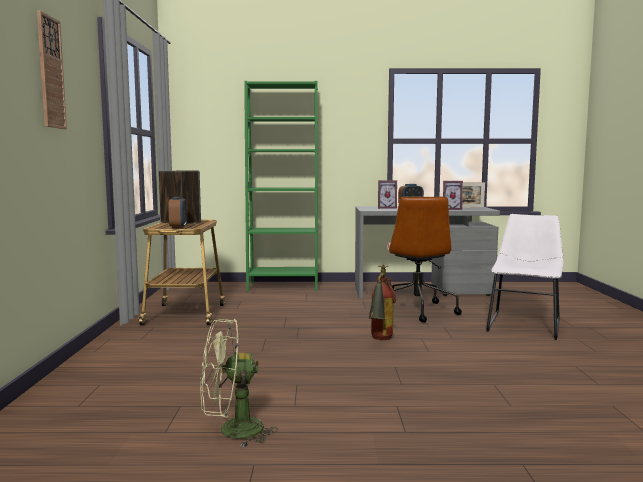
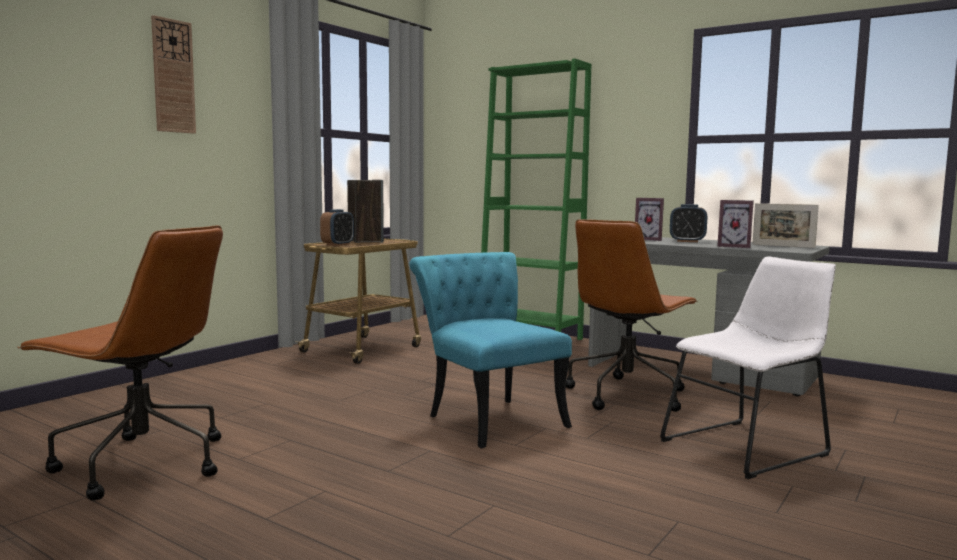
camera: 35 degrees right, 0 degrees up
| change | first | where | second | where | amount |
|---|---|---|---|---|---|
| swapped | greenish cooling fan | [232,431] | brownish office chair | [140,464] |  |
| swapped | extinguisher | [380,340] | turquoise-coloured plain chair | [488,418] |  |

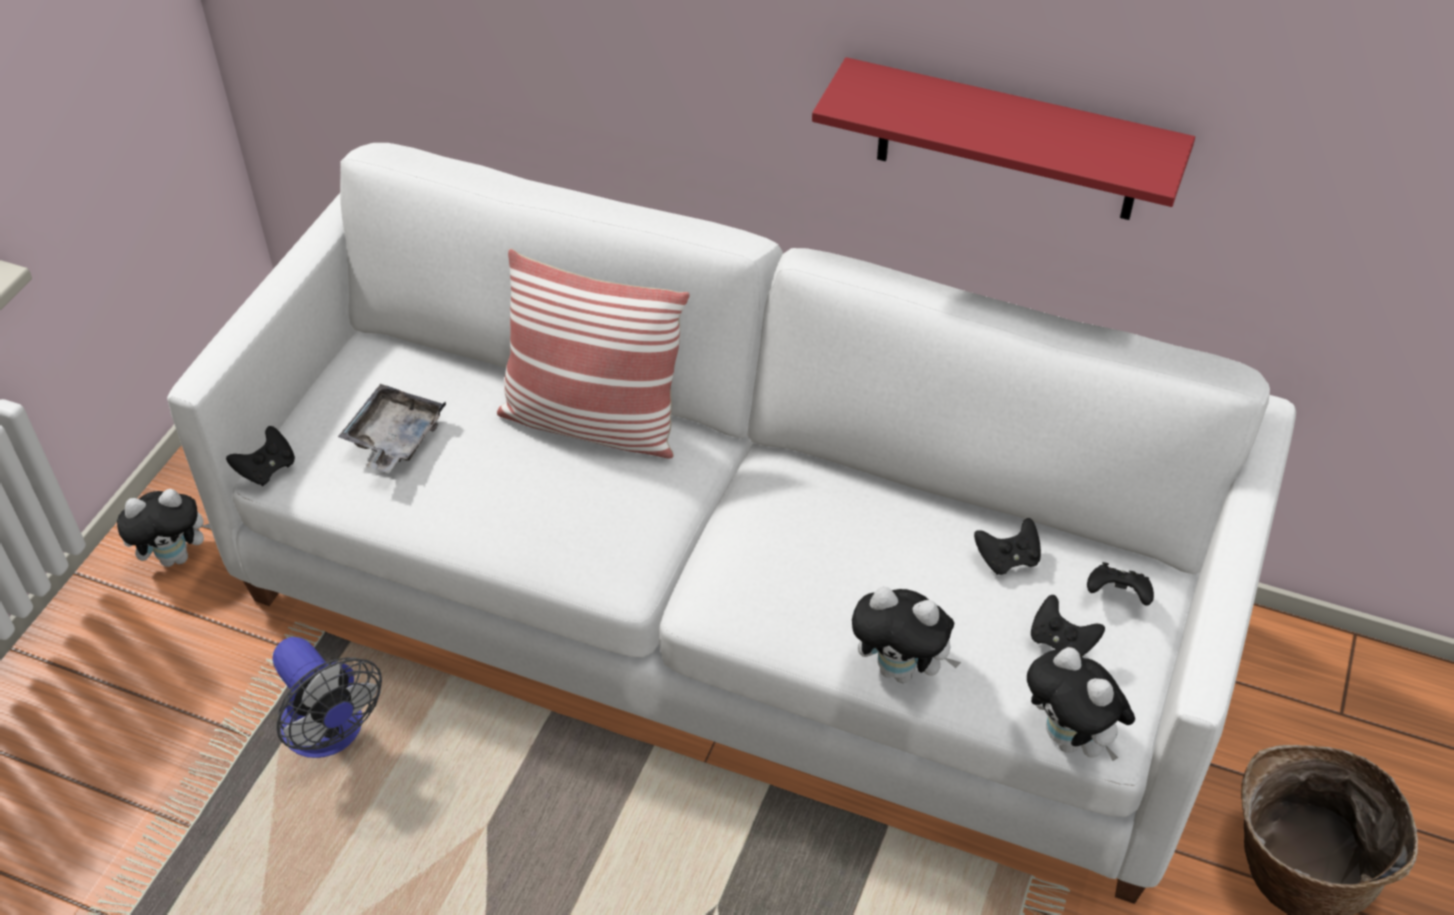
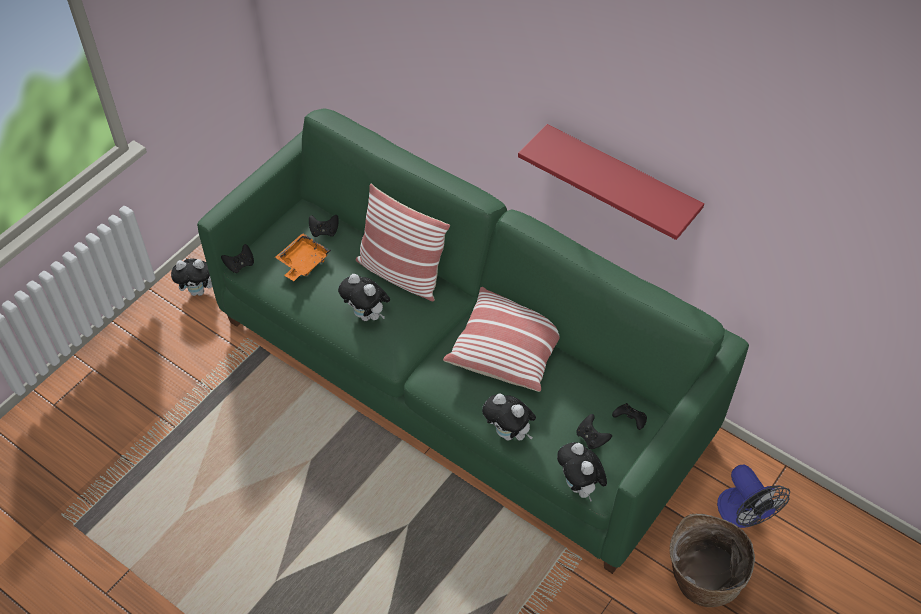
camera: 15 degrees right, 5 degrees up
| change | first | where | second | where | amount |
|---|---|---|---|---|---|
| new |  |  | soft toy | [367,315] |  |
| new |  |  | throw pillow | [507,349] |  |
| shifted | cooling fan | [330,734] |  | [743,515] |  |
| shifted | black gamepad | [1007,559] |  | [324,231] |  |
| repainted | whitish settee | [730,607] | greenish settee | [462,377] |  |
| repainted | gray serving tray | [394,438] | orange-coloured serving tray | [302,262] |  |

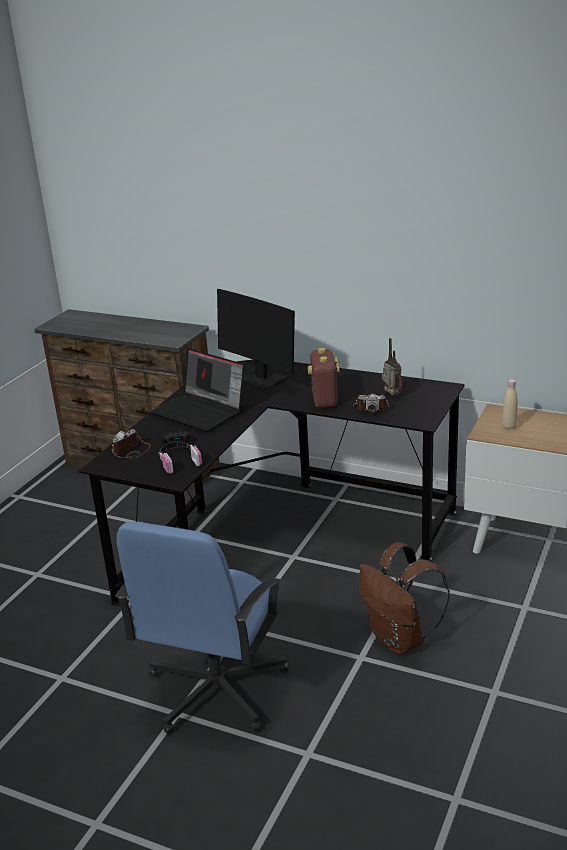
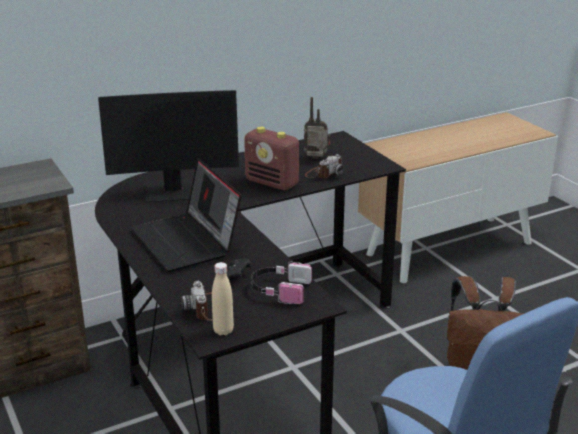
camera: 55 degrees left, 0 degrees up
| change | first | where | second | where | amount |
|---|---|---|---|---|---|
| shifted | sand-coloured bottle | [509,427] |  | [223,331] |  |
| rotated | notebook computer | [201,411] |  | [187,242] | 75 degrees clockwise |

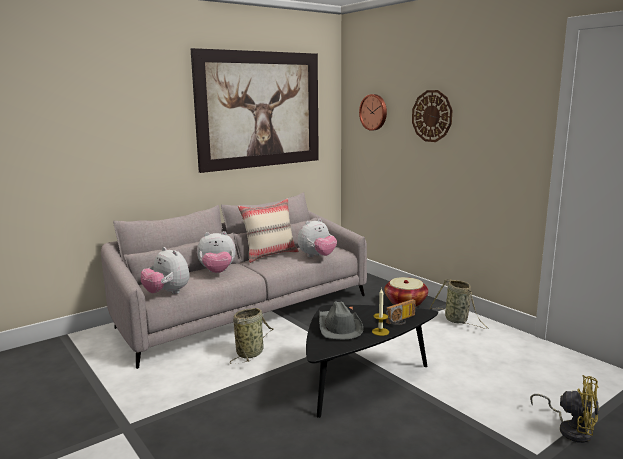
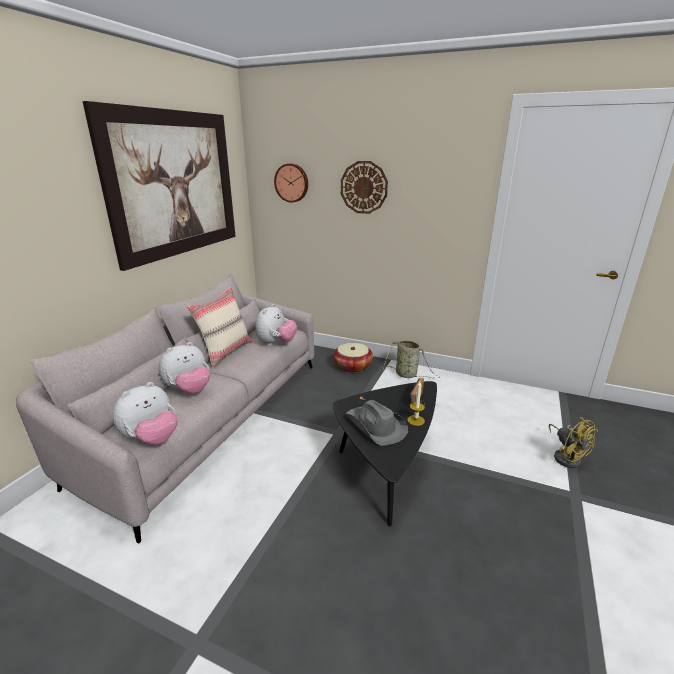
camera: 30 degrees left, 10 degrees up
| change | first | where | second | where | amount |
|---|---|---|---|---|---|
| gone | storage basket | [251,353] |  |  |  |
| rotated | soft toy | [167,293] |  | [152,439] | 60 degrees counterclockwise |
| rotated | yellow cooling fan | [570,429] |  | [566,456] | 60 degrees clockwise |

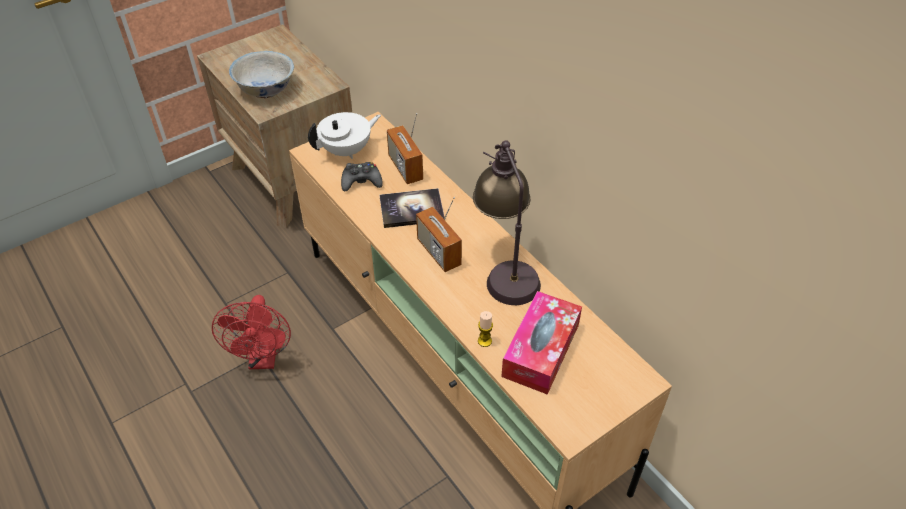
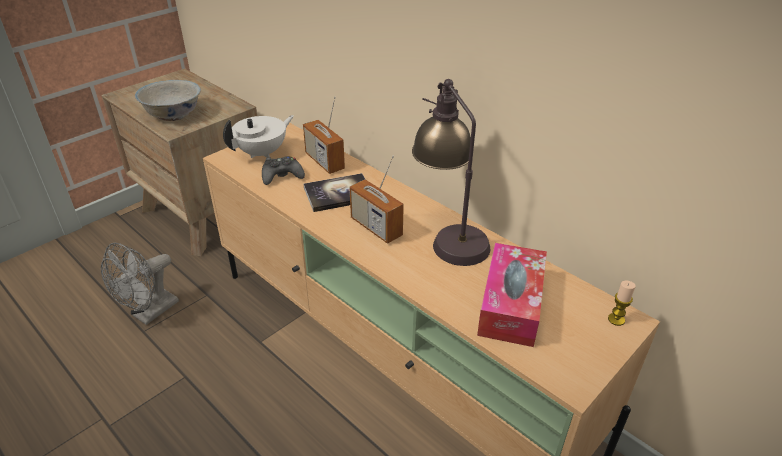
camera: 10 degrees left, 10 degrees down
| change | first | where | second | where | amount |
|---|---|---|---|---|---|
| gone | reddish cooling fan | [264,358] |  |  |  |
| new |  |  | gray cooling fan | [150,313] |  |
| shifted | wax candle | [484,341] |  | [616,319] |  |

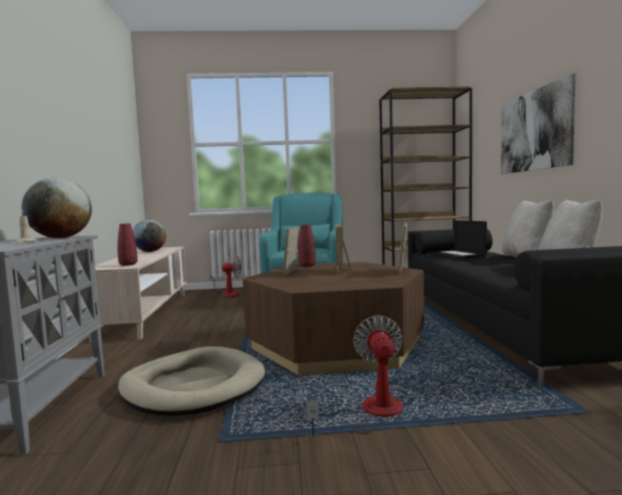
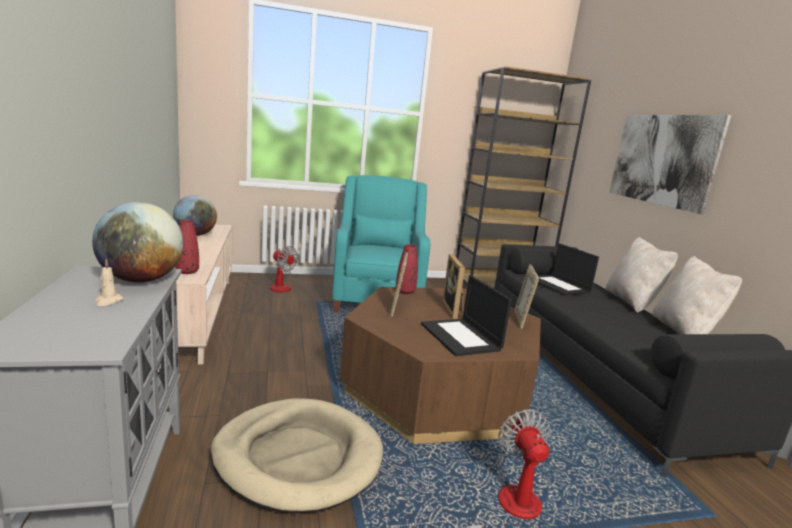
camera: 10 degrees left, 10 degrees up
| change | first | where | second | where | amount |
|---|---|---|---|---|---|
| new |  |  | notebook computer | [461,337] |  |
| rotated | cooling fan | [228,294] |  | [282,286] | 45 degrees clockwise |

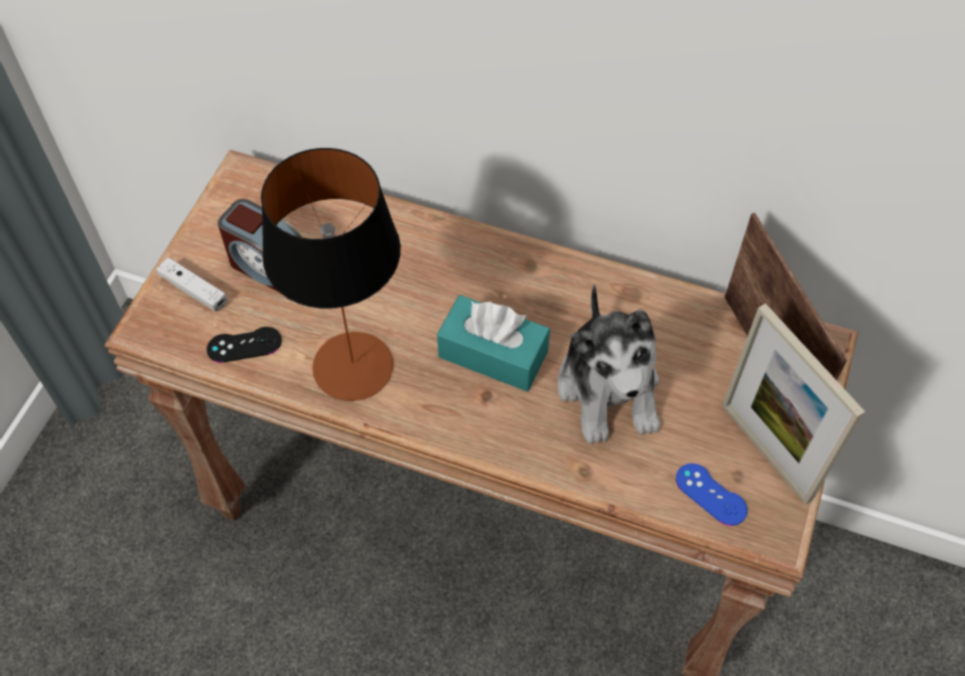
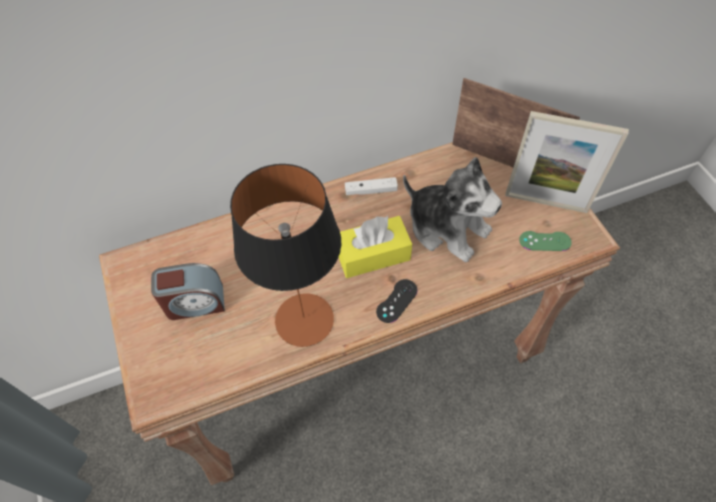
camera: 40 degrees left, 0 degrees up
| change | first | where | second | where | amount |
|---|---|---|---|---|---|
| shifted | whitish gamepad | [193,290] |  | [371,191] |  |
| shifted | black gamepad | [244,345] |  | [397,301] |  |
| repainted | turquoise-coloured tissue holder | [493,354] | yellow tissue holder | [373,254] |  |
| repainted | bluish gamepad | [711,494] | greenish gamepad | [545,241] |  |

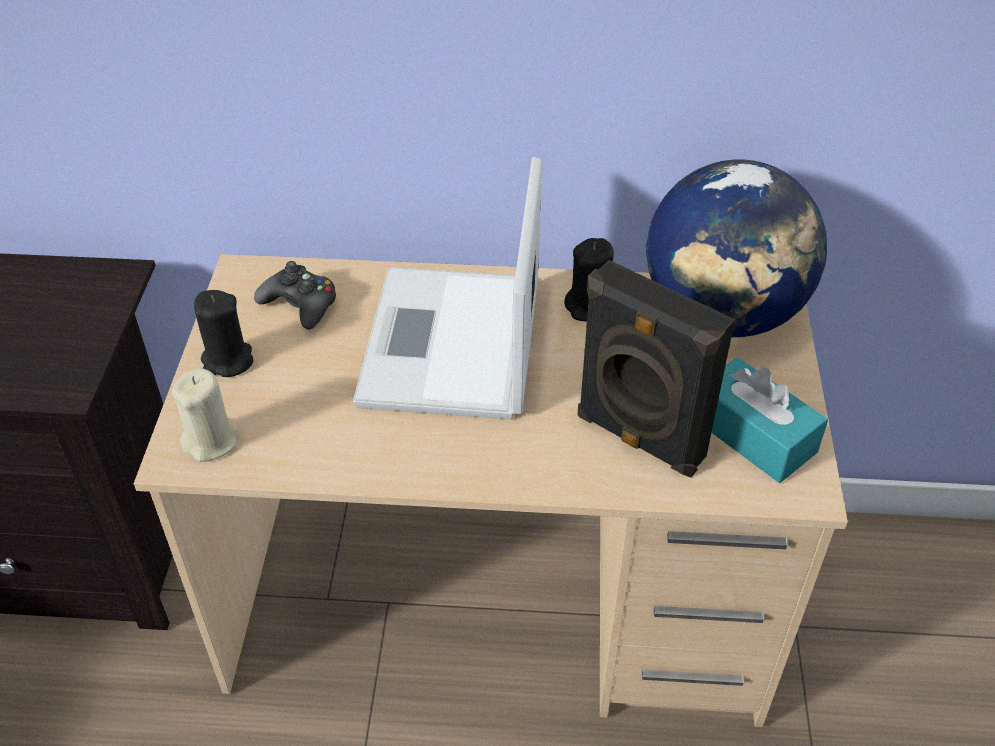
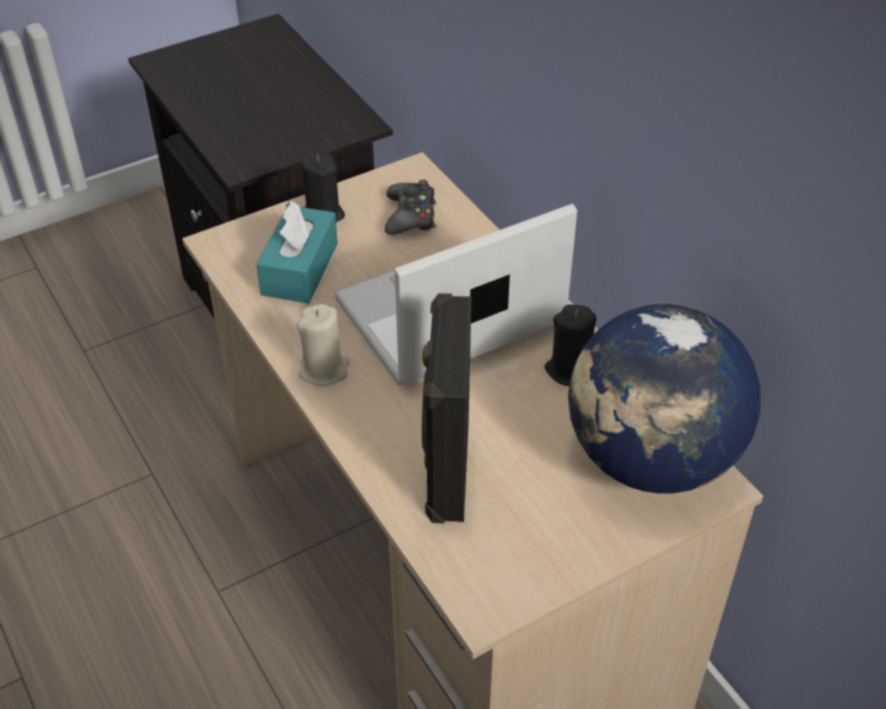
camera: 55 degrees right, 0 degrees up
| change | first | where | second | where | amount |
|---|---|---|---|---|---|
| shifted | sand-coloured wax candle | [211,441] |  | [324,370] |  |
| shifted | turquoise-coloured tissue holder | [753,435] |  | [300,269] |  |

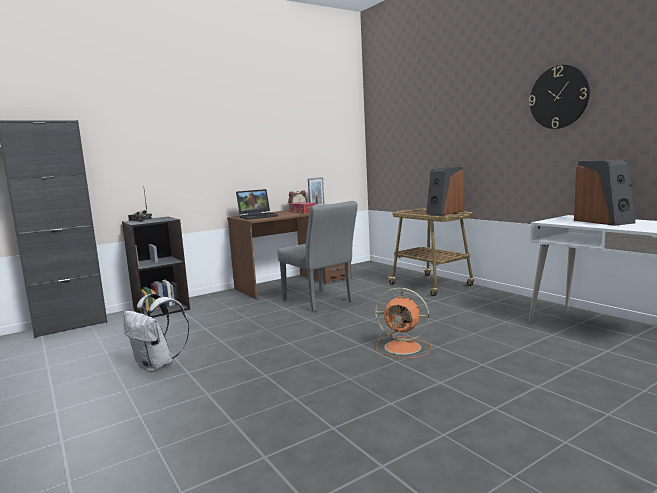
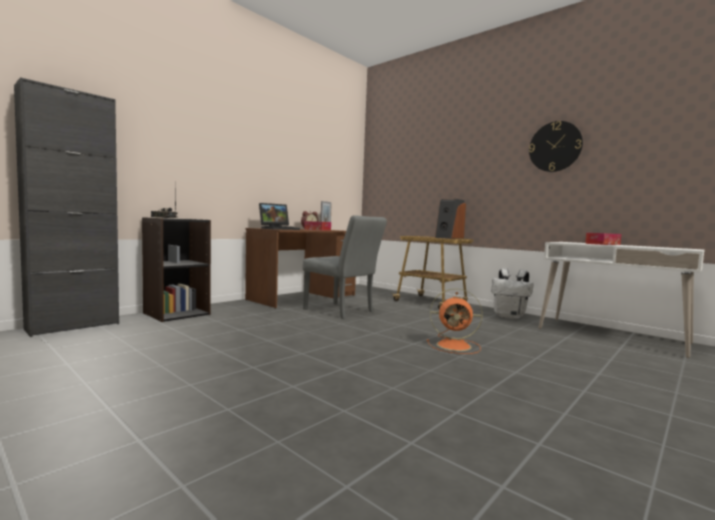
camera: 15 degrees left, 5 degrees down
| change | first | where | second | where | amount |
|---|---|---|---|---|---|
| shifted | whitish rucksack | [157,366] |  | [509,317] |  |
| swapped | audio speaker | [603,221] | tissue holder | [602,244] |  |

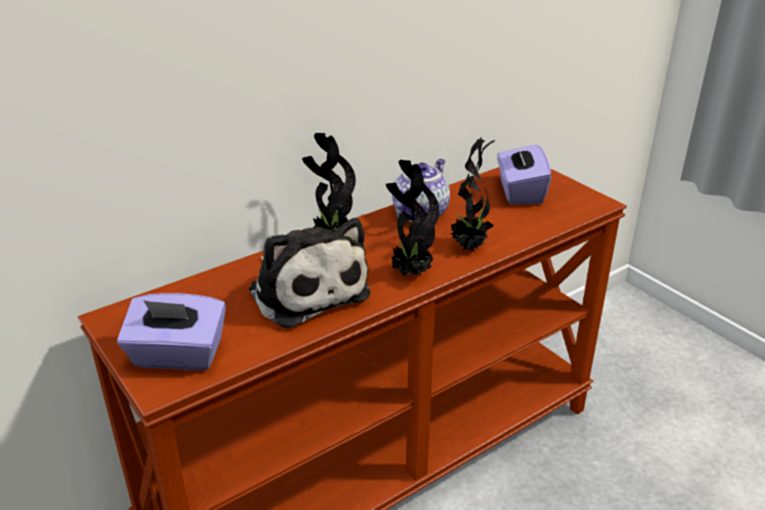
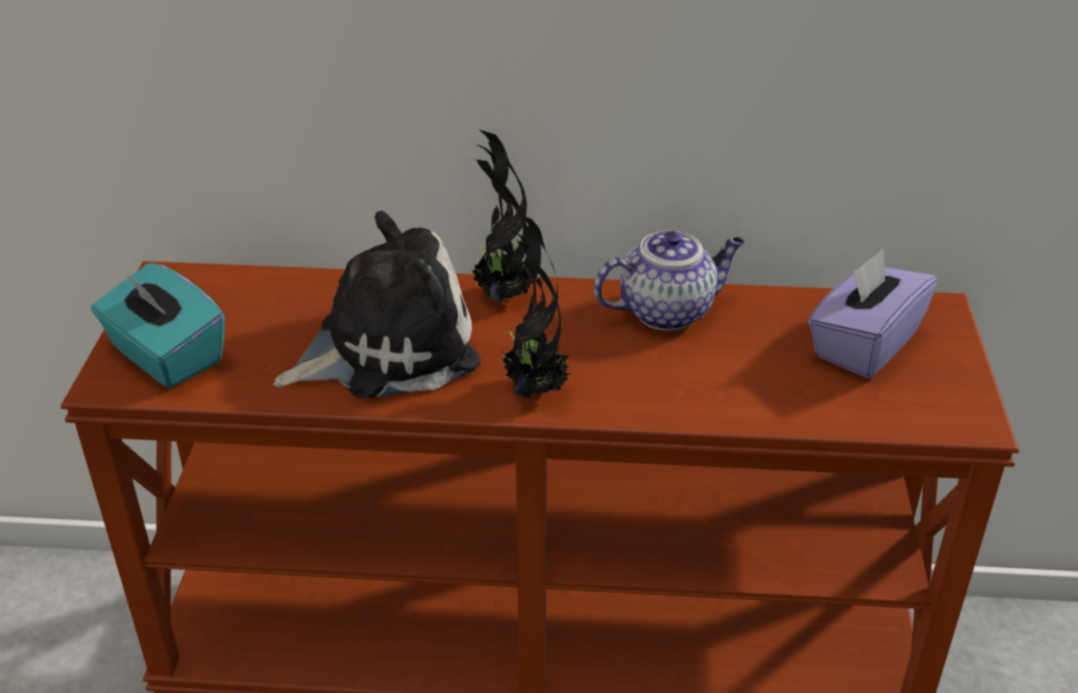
camera: 40 degrees right, 5 degrees up
| change | first | where | second | where | amount |
|---|---|---|---|---|---|
| gone | potted plant | [469,247] |  |  |  |
| repainted | purple tissue holder | [177,356] | turquoise-coloured tissue holder | [166,356] |  |
| rotated | soft toy | [306,290] |  | [387,348] | 120 degrees counterclockwise |

